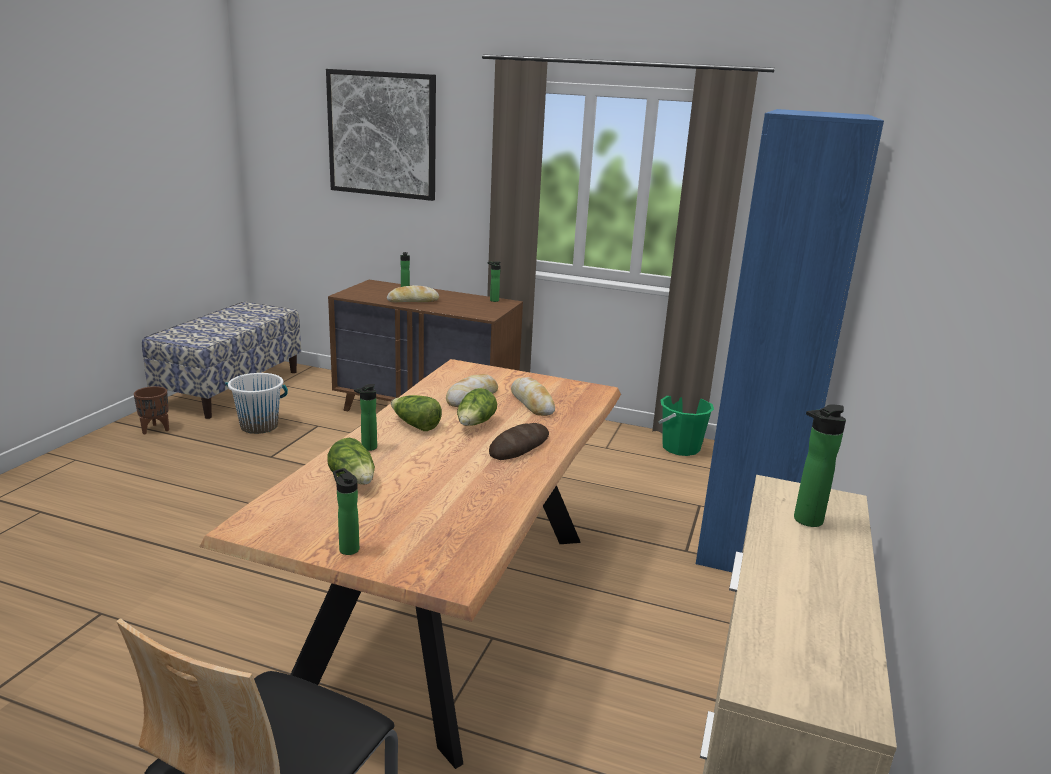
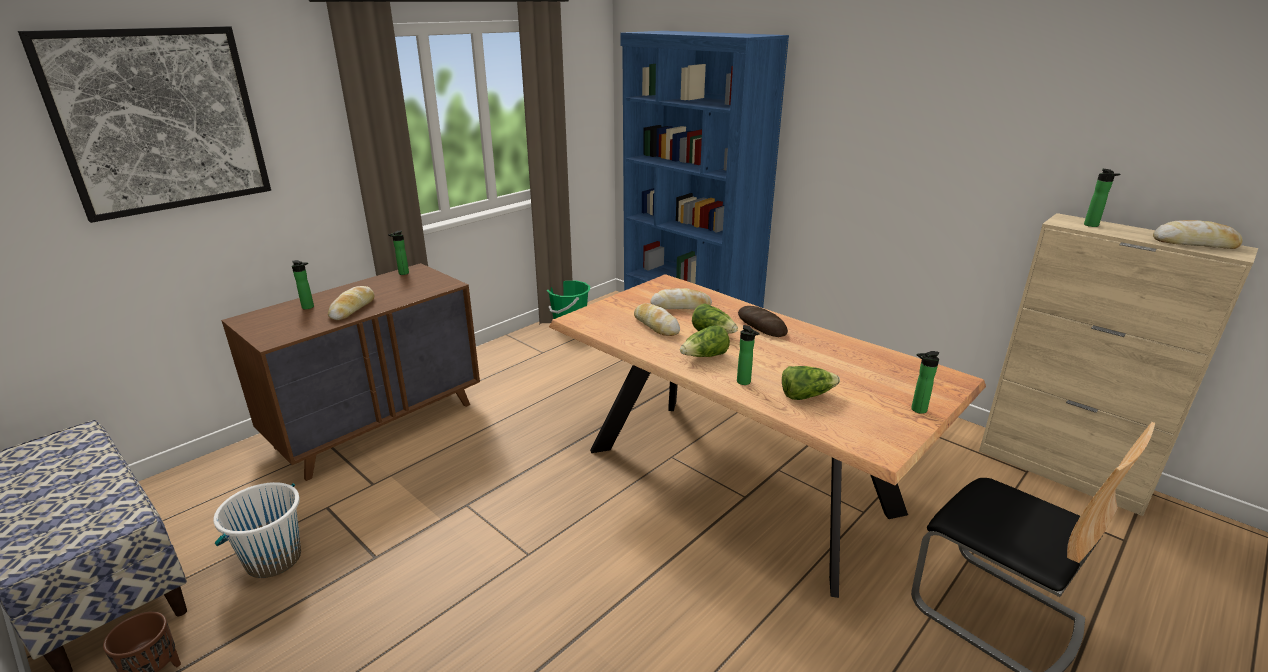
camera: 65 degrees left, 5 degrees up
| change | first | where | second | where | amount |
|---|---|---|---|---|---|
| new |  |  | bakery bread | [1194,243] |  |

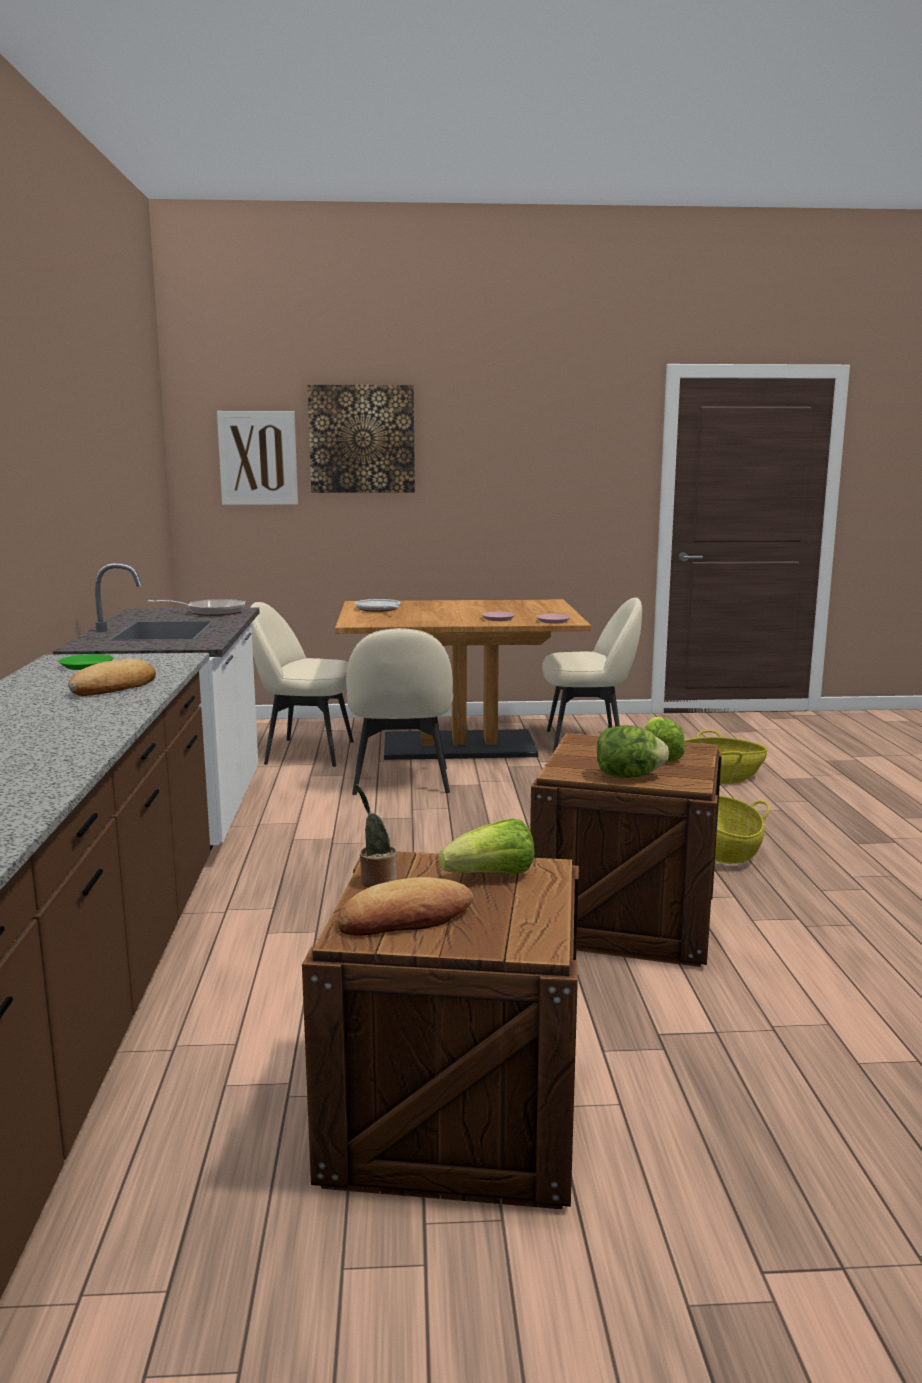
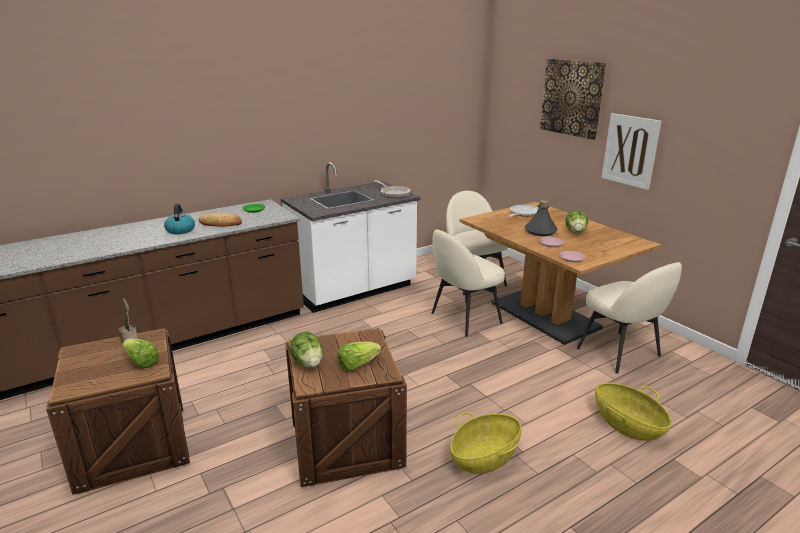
camera: 60 degrees right, 10 degrees up
| change | first | where | second | where | amount |
|---|---|---|---|---|---|
| gone | bakery bread | [405,918] |  |  |  |
| new |  |  | kettle | [180,230] |  |
| new |  |  | gray bottle | [540,231] |  |
| new |  |  | head of lettuce | [575,232] |  |
| shifted | picture | [258,458] |  | [630,150] |  |

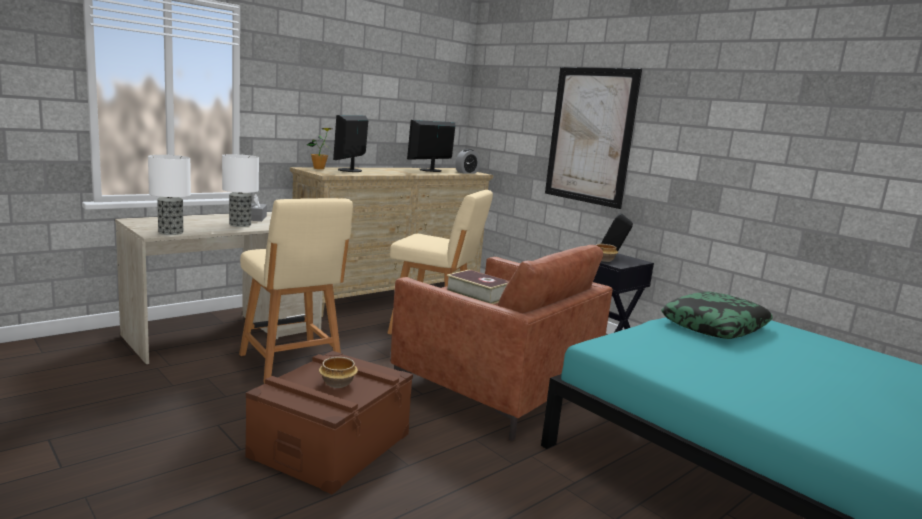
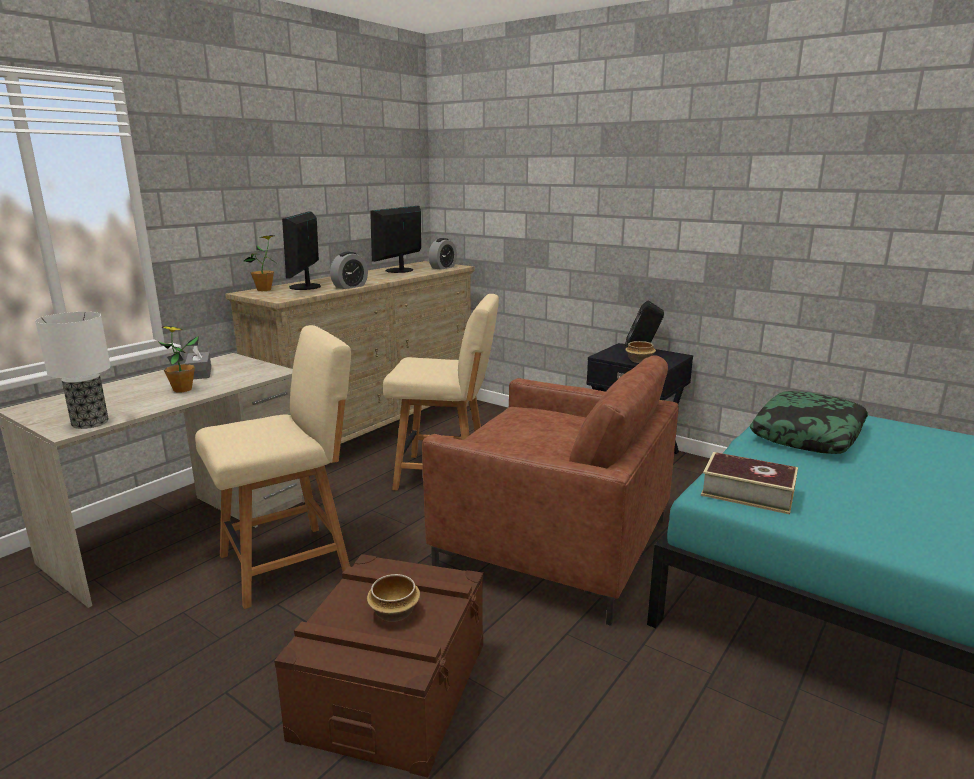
camera: 10 degrees left, 5 degrees up
| change | first | where | second | where | amount |
|---|---|---|---|---|---|
| gone | picture | [590,136] |  |  |  |
| new |  |  | bedside clock | [350,286] |  |
| shifted | bound book | [478,294] |  | [747,492] |  |
| swapped | lamp for a table | [240,225] | potted plant | [182,389] |  |
| rotated | sand-coloured plain chair | [291,363] |  | [290,563] | 75 degrees counterclockwise |

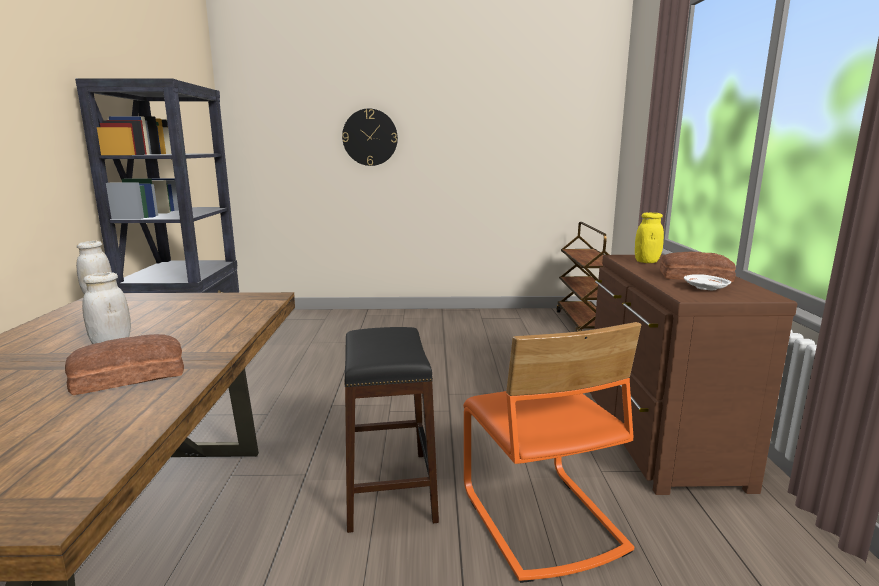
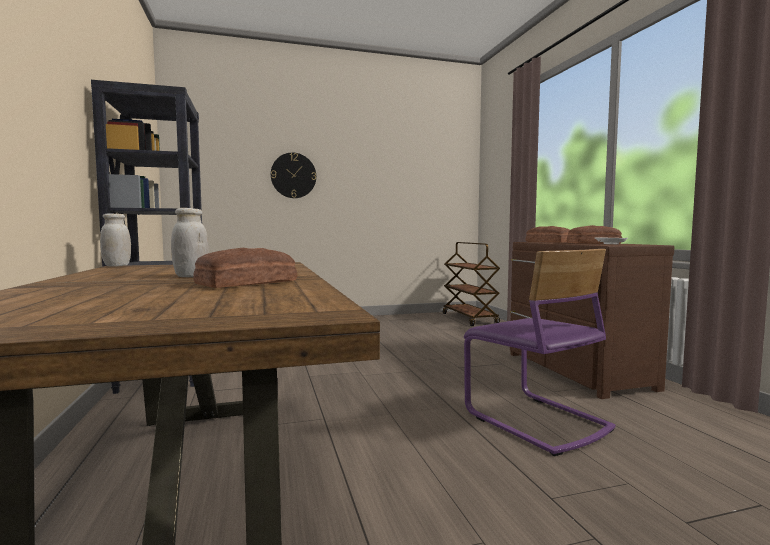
camera: 15 degrees left, 10 degrees down
| change | first | where | second | where | amount |
|---|---|---|---|---|---|
| gone | black sitting stool | [390,488] |  |  |  |
| swapped | yellow jar | [646,261] | bakery bread | [548,242] |  |
| repainted | orange-coloured plain chair | [540,519] | purple plain chair | [536,421] |  |

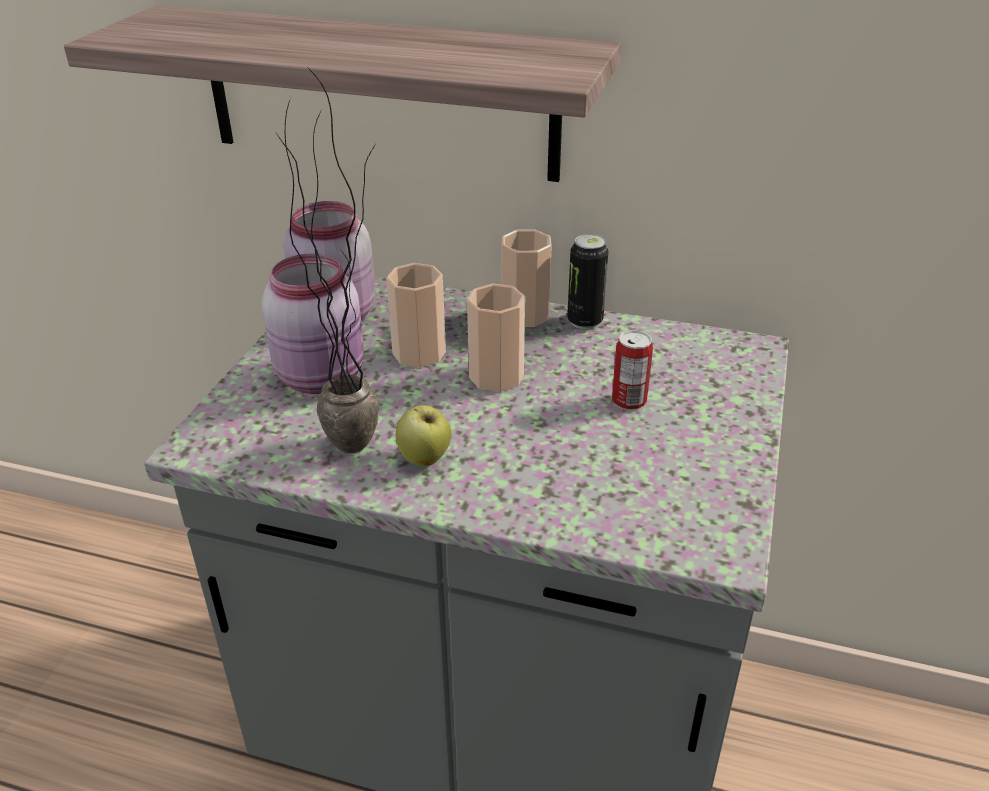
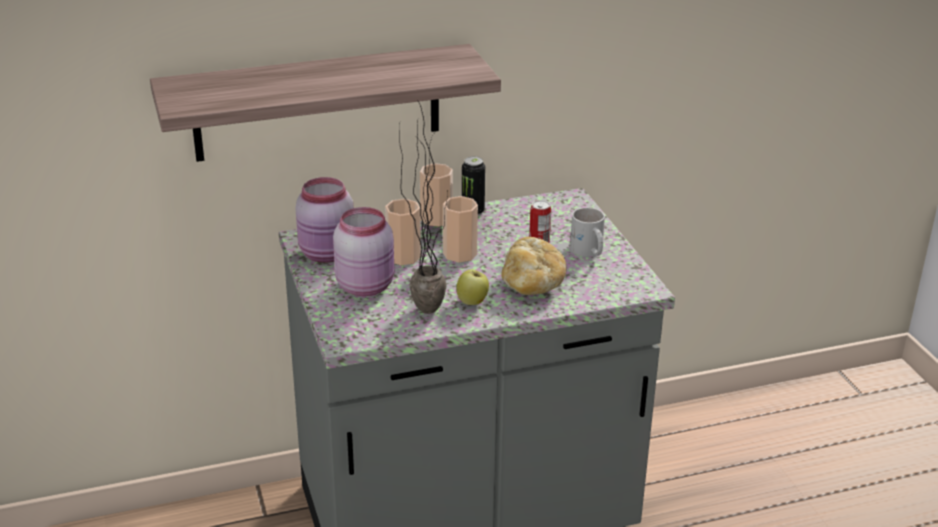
camera: 35 degrees left, 5 degrees down
| change | first | where | second | where | amount |
|---|---|---|---|---|---|
| new |  |  | bakery bread | [532,284] |  |
| new |  |  | whitish coffee mug | [588,251] |  |

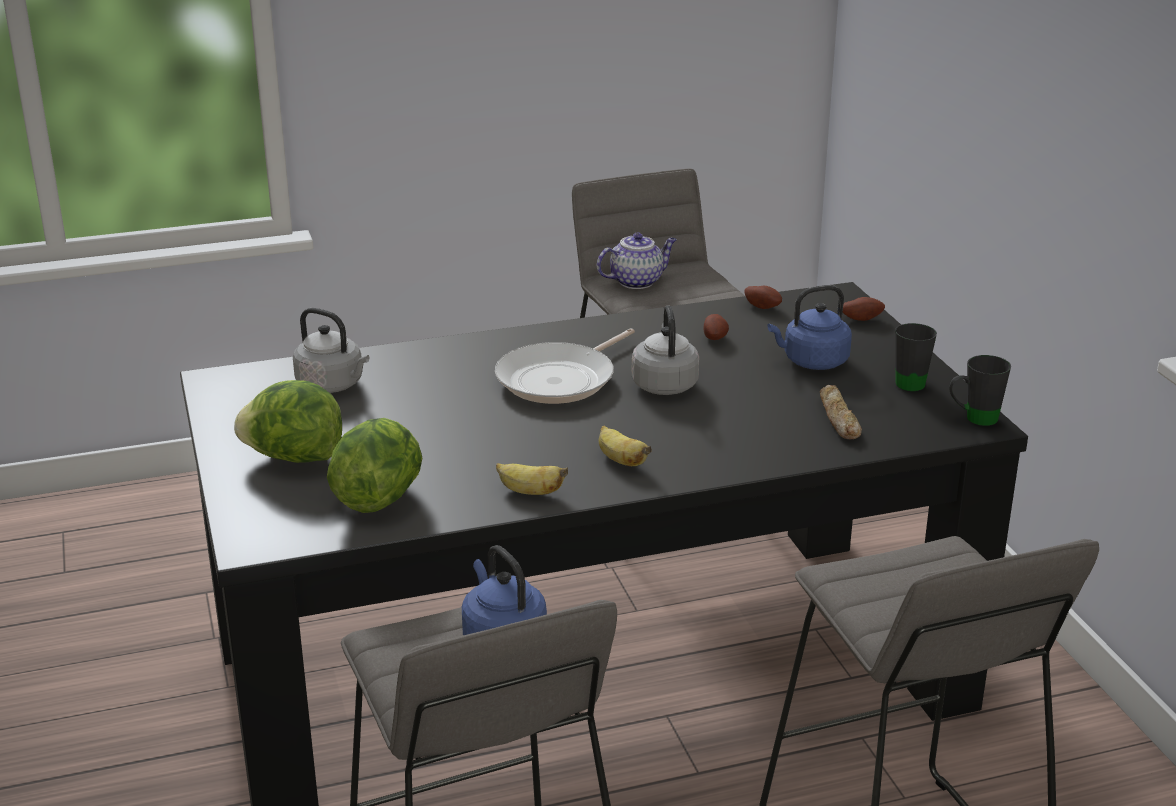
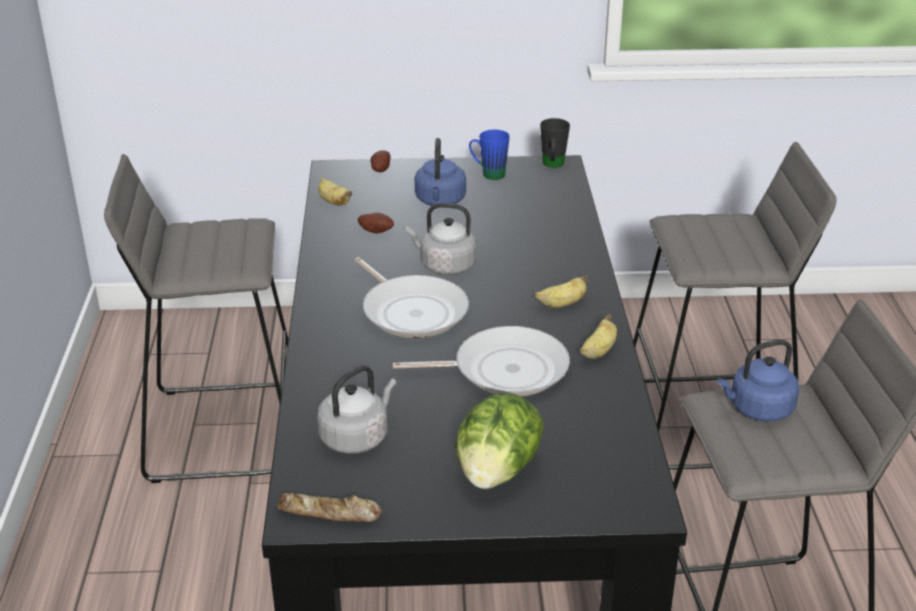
camera: 75 degrees left, 5 degrees up
| change | first | where | second | where | amount |
|---|---|---|---|---|---|
| gone | head of lettuce | [379,498] |  |  |  |
| gone | pot for tea | [637,281] |  |  |  |
| new |  |  | frying pan | [503,370] |  |
| shifted | bakery bread | [837,418] |  | [329,514] |  |
| swapped | spud | [763,307] | whole banana | [333,202] |  |
| repainted | black coffee mug | [909,380] | bluish coffee mug | [488,174] |  |

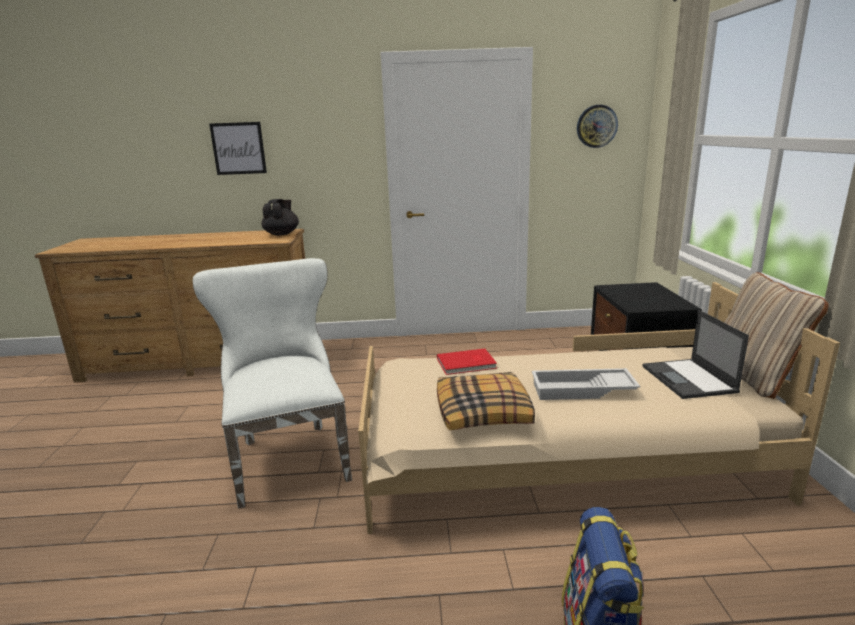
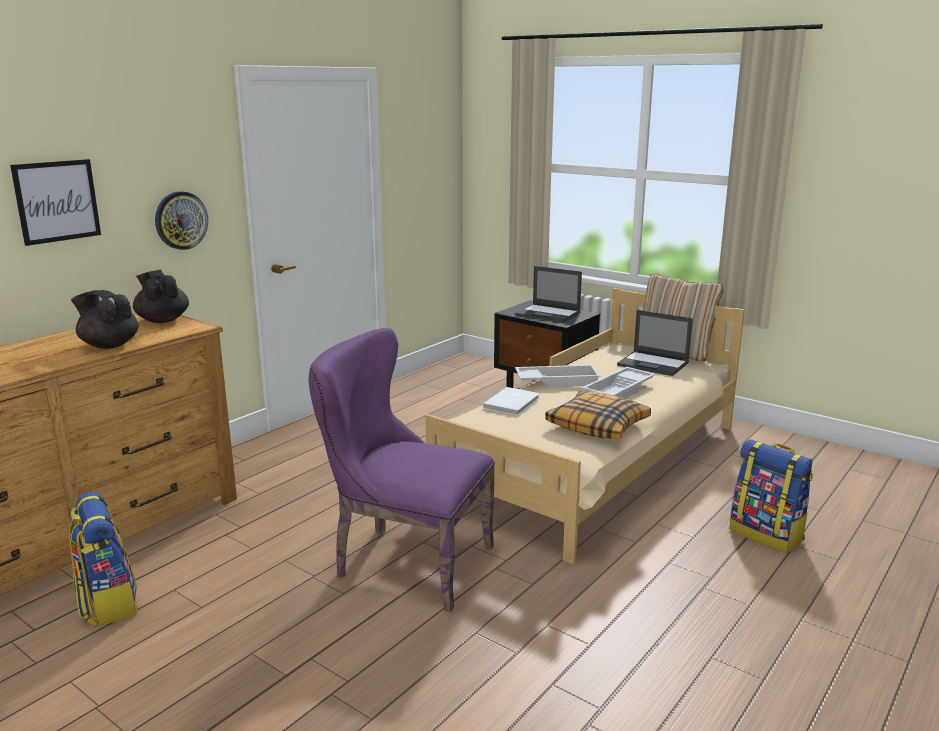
camera: 50 degrees left, 0 degrees up
| change | first | where | second | where | amount |
|---|---|---|---|---|---|
| new |  |  | rucksack | [107,603] |  |
| new |  |  | black pot for tea | [109,345] |  |
| new |  |  | notebook computer | [548,314] |  |
| new |  |  | whitish serving tray | [557,381] |  |
| shifted | clock on the wall | [596,126] |  | [181,220] |  |
| repainted | whitish plain chair | [288,456] | purple plain chair | [404,562] |  |
| repainted | reddish bound book | [467,364] | whitish bound book | [513,403] |  |

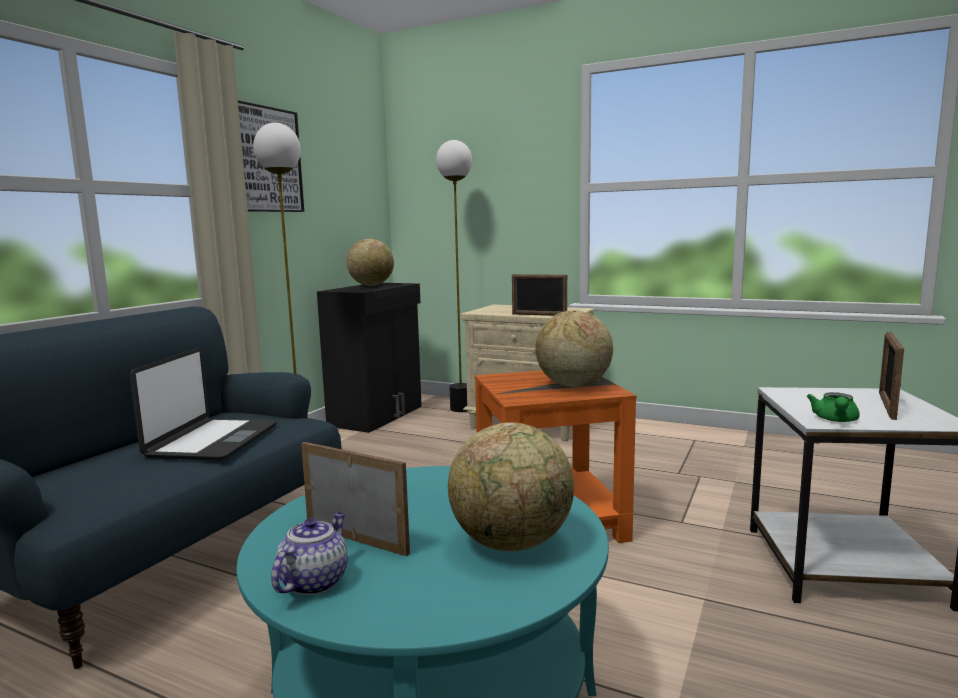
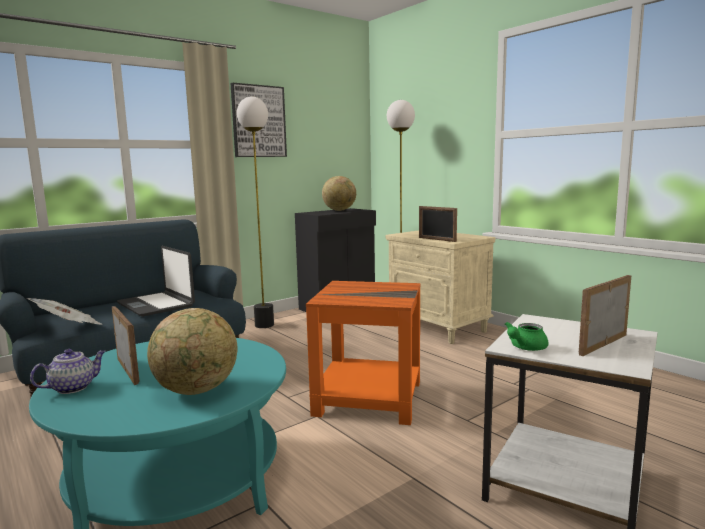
camera: 25 degrees right, 0 degrees up
| change | first | where | second | where | amount |
|---|---|---|---|---|---|
| gone | globe | [573,385] |  |  |  |
| new |  |  | daily paper | [69,327] |  |
| rotated | notebook computer | [212,441] |  | [157,305] | 105 degrees clockwise |

